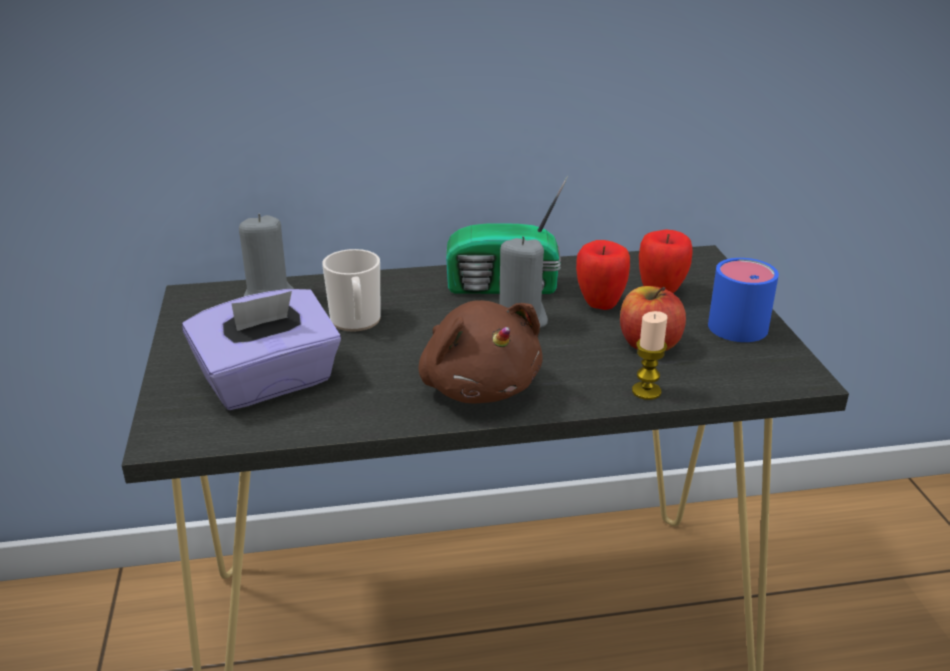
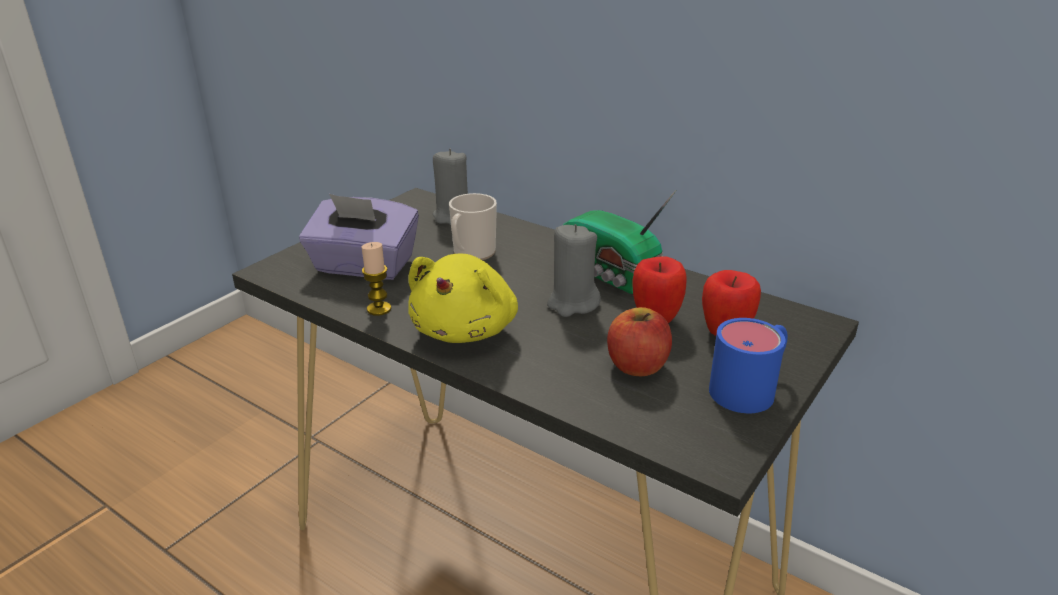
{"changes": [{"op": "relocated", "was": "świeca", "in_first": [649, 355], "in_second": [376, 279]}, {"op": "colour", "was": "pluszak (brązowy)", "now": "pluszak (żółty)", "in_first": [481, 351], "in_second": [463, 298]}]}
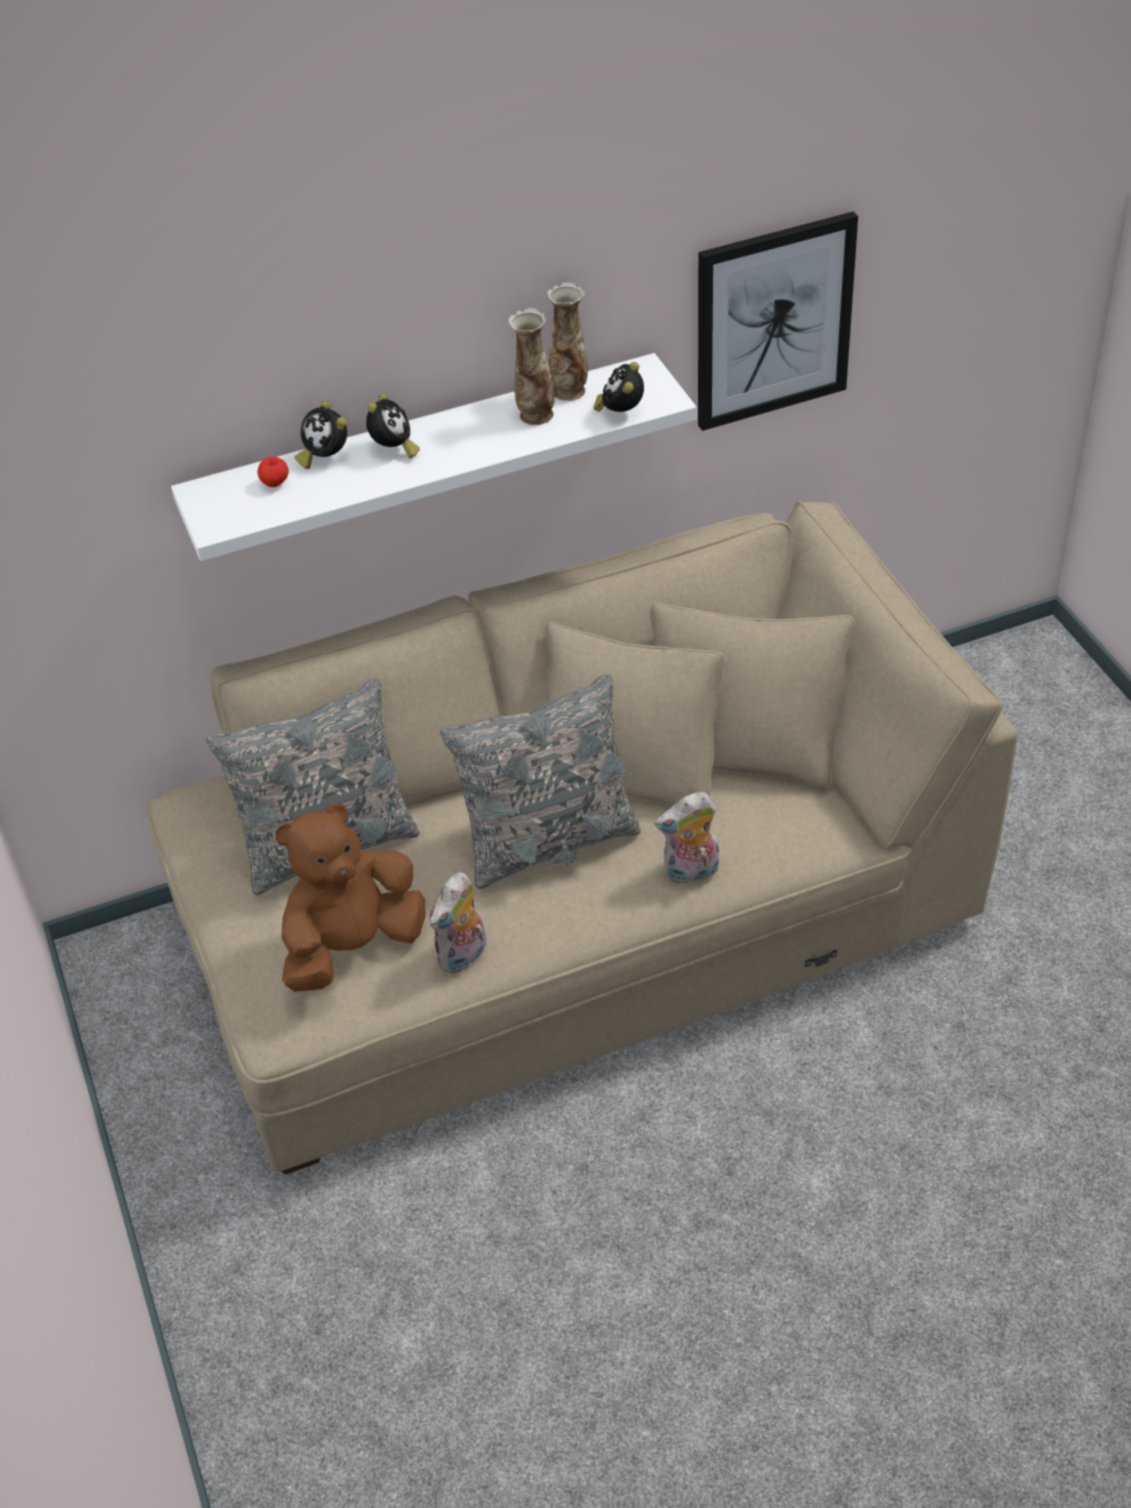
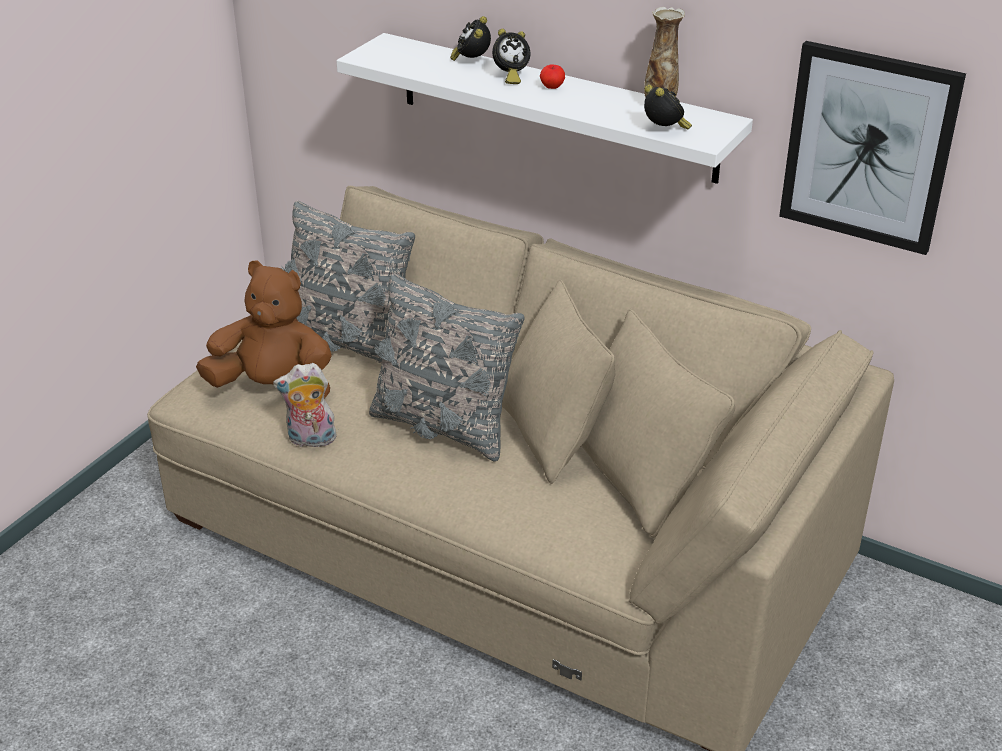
{"changes": [{"op": "missing", "was": "wazon", "in_first": [531, 366]}, {"op": "missing", "was": "pluszak", "in_first": [687, 838]}, {"op": "relocated", "was": "jabłko", "in_first": [273, 472], "in_second": [552, 76]}, {"op": "spun", "was": "budzik", "in_first": [619, 387], "in_second": [668, 107], "clockwise": 90}]}
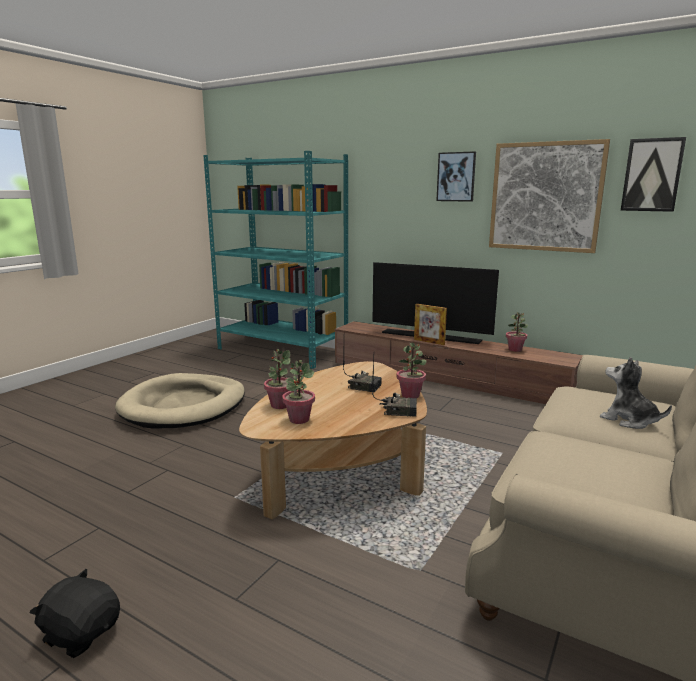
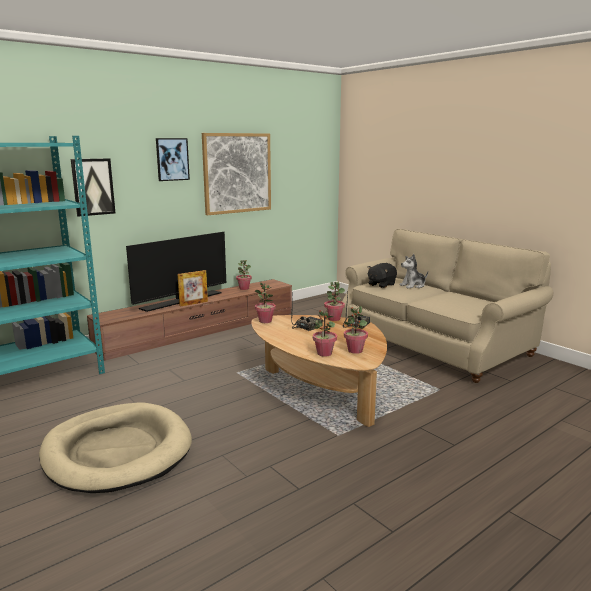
{"changes": [{"op": "appeared", "now": "roślina doniczkowa", "in_second": [265, 303]}, {"op": "relocated", "was": "pluszak (czarny)", "in_first": [75, 613], "in_second": [382, 275]}, {"op": "relocated", "was": "obraz", "in_first": [653, 174], "in_second": [93, 187]}]}
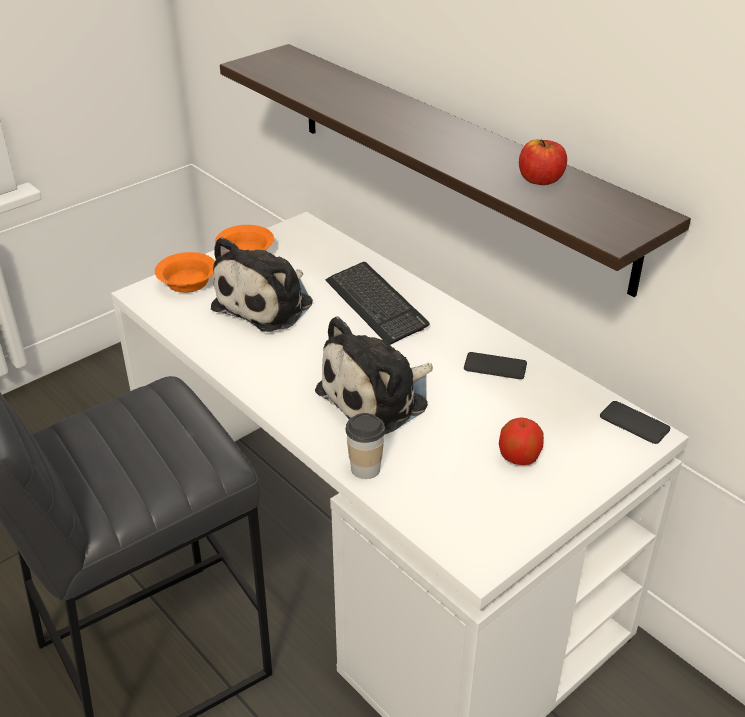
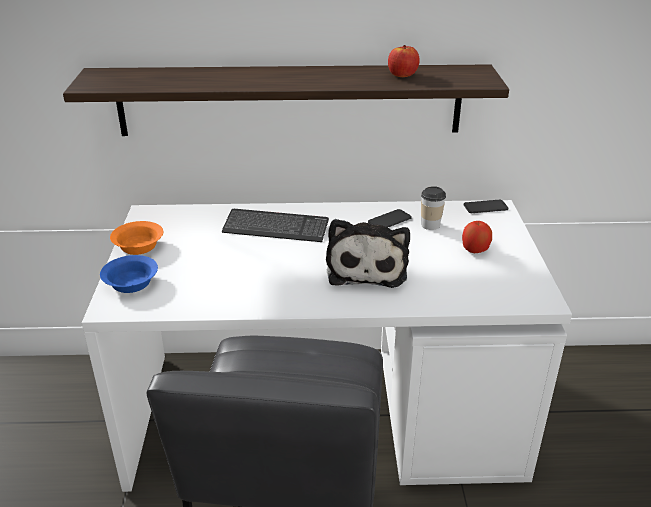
{"changes": [{"op": "missing", "was": "pluszak", "in_first": [262, 284]}, {"op": "relocated", "was": "filiżanka", "in_first": [365, 446], "in_second": [433, 208]}, {"op": "colour", "was": "miska (pomarańczowy)", "now": "miska (niebieski)", "in_first": [185, 272], "in_second": [129, 274]}]}
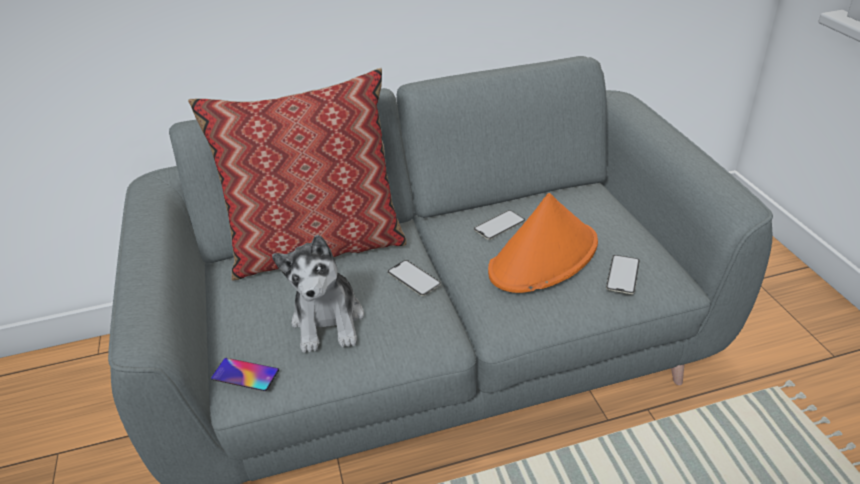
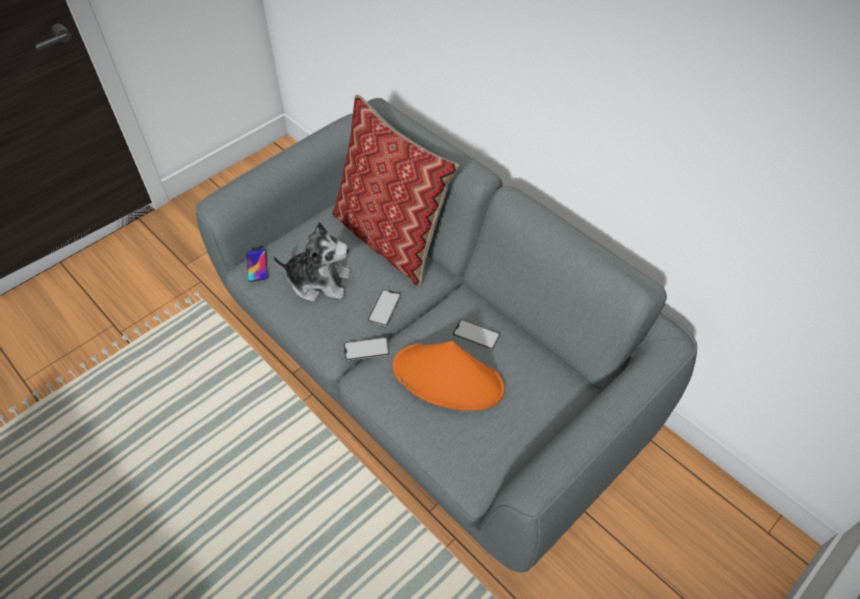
{"changes": [{"op": "relocated", "was": "telefon", "in_first": [623, 274], "in_second": [366, 349]}, {"op": "spun", "was": "pluszak", "in_first": [318, 294], "in_second": [311, 262], "clockwise": -135}]}
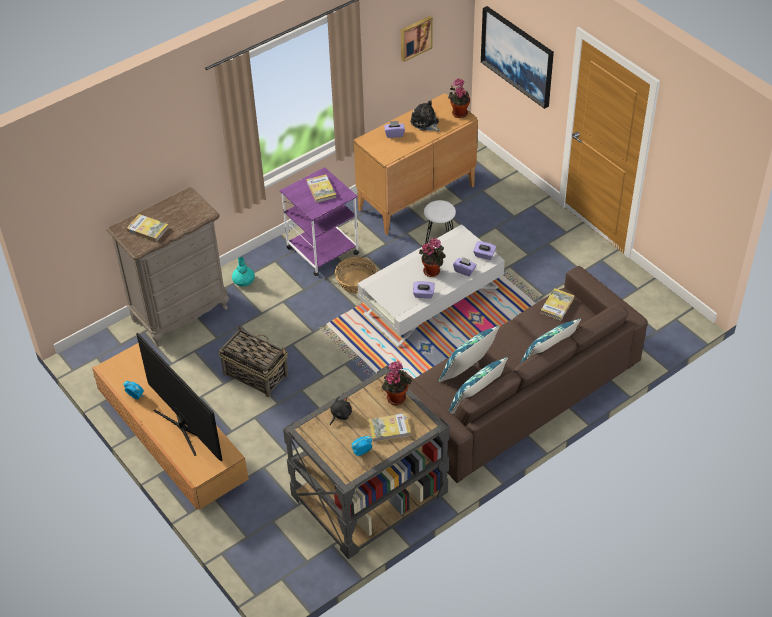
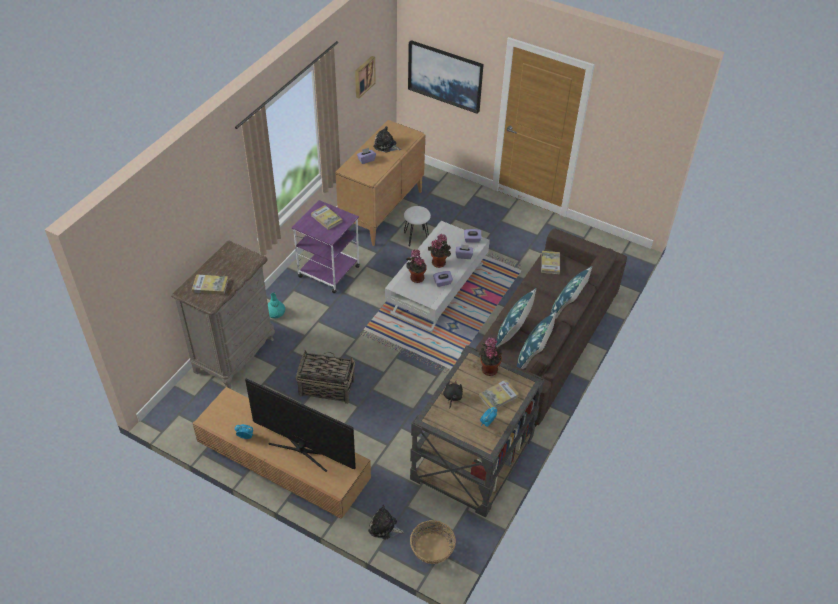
{"changes": [{"op": "appeared", "now": "pluszak", "in_second": [386, 522]}, {"op": "relocated", "was": "koszyk", "in_first": [356, 275], "in_second": [433, 542]}, {"op": "relocated", "was": "roślina doniczkowa", "in_first": [459, 98], "in_second": [416, 266]}]}
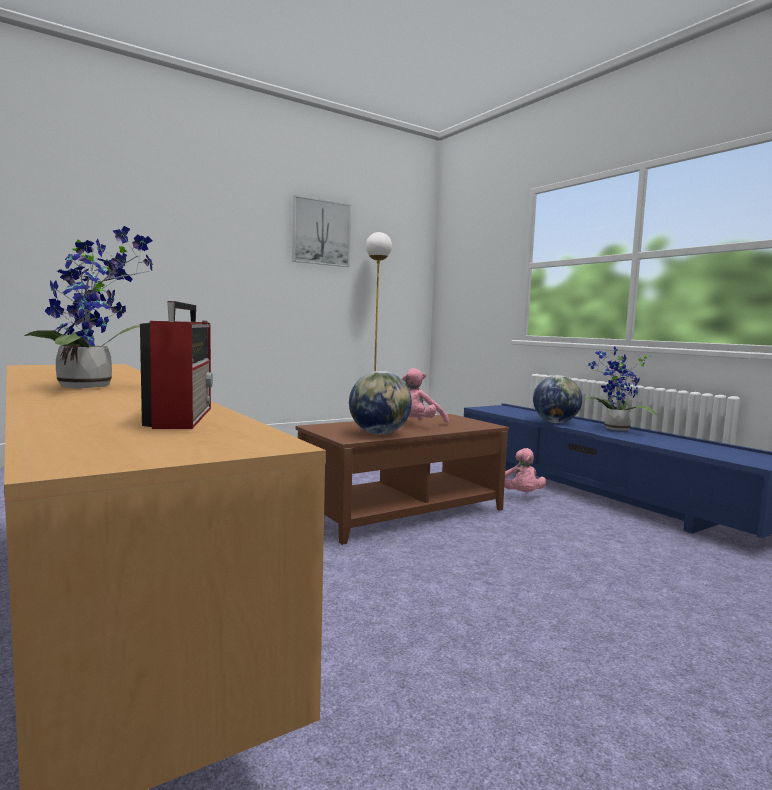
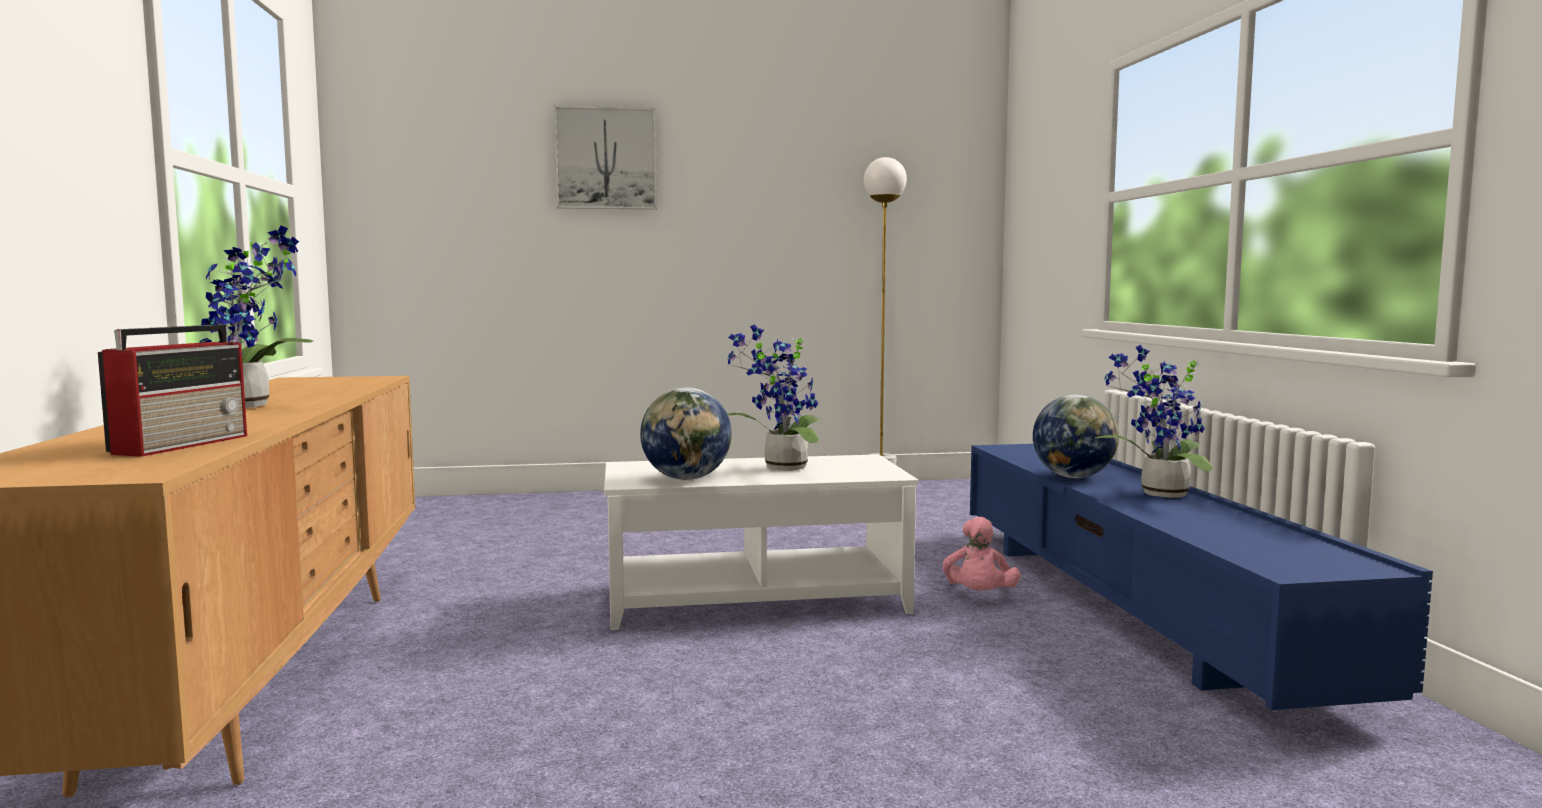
{"changes": [{"op": "relocated", "was": "obraz", "in_first": [321, 231], "in_second": [605, 157]}, {"op": "exchanged", "was": "pluszak (różowy)", "now": "roślina doniczkowa", "in_first": [425, 395], "in_second": [773, 397]}, {"op": "colour", "was": "ława (brązowy)", "now": "ława (biały)", "in_first": [402, 479], "in_second": [761, 542]}]}
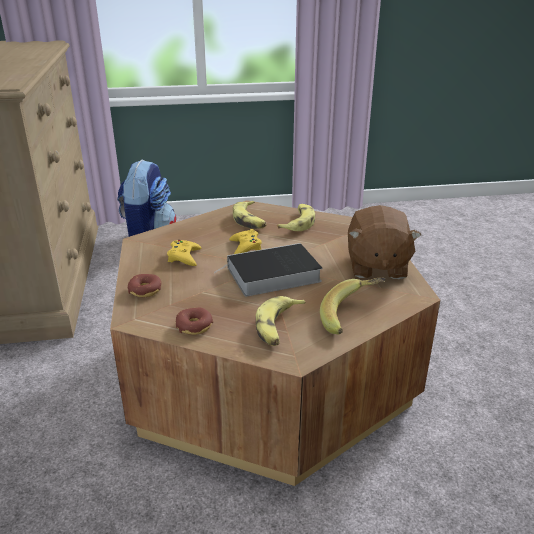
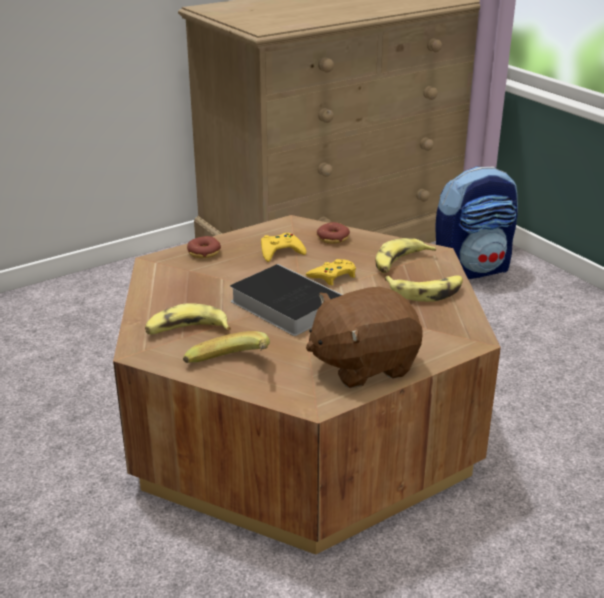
{"changes": [{"op": "relocated", "was": "donut", "in_first": [194, 321], "in_second": [333, 233]}]}
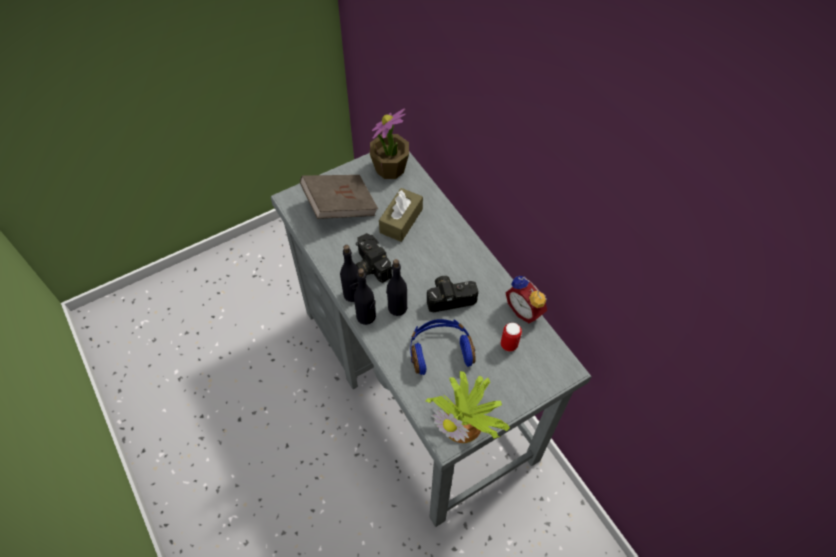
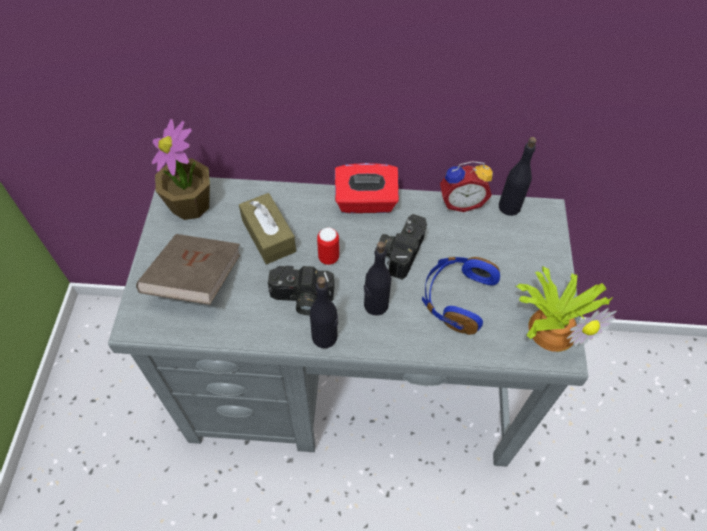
{"changes": [{"op": "appeared", "now": "pudełko chusteczek (czerwony)", "in_second": [367, 188]}, {"op": "relocated", "was": "butelka (czarny)", "in_first": [365, 296], "in_second": [518, 176]}, {"op": "relocated", "was": "puszka", "in_first": [511, 337], "in_second": [328, 246]}]}
